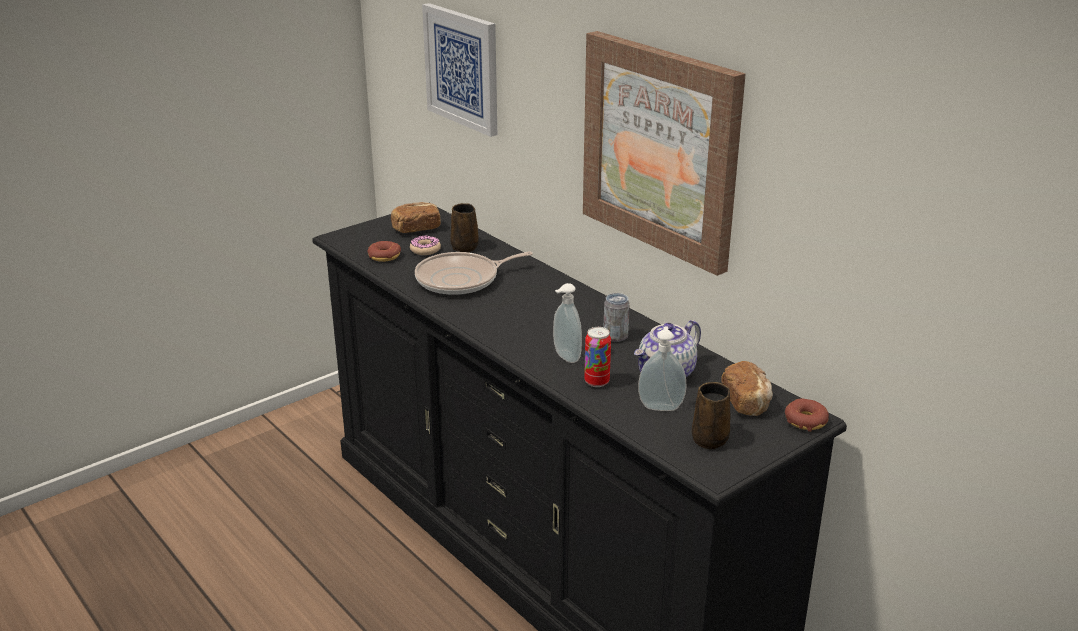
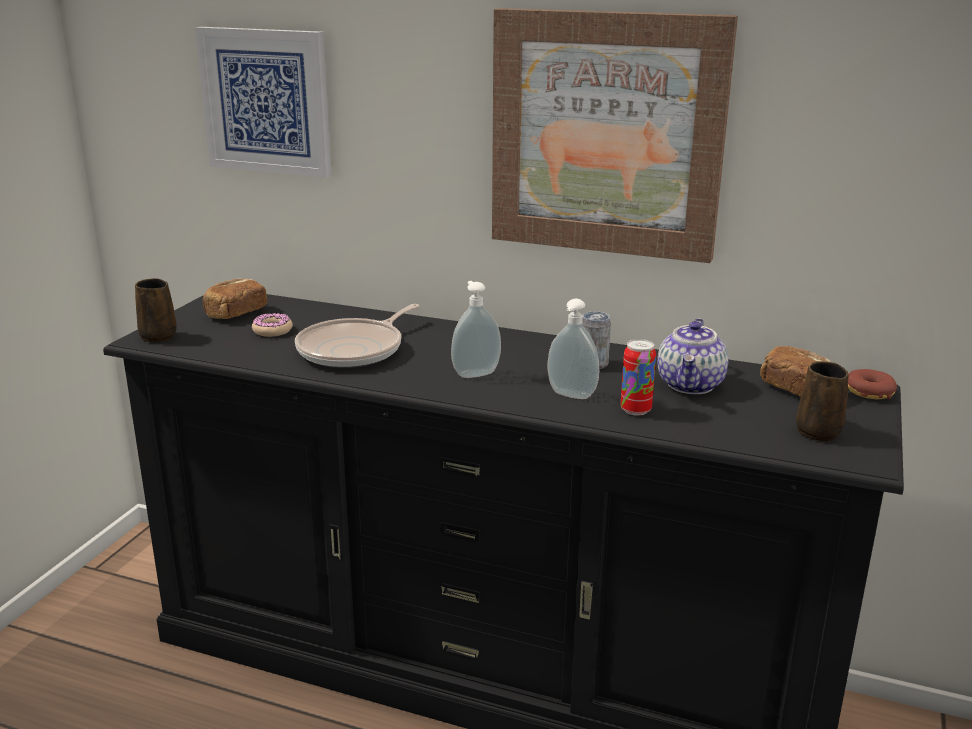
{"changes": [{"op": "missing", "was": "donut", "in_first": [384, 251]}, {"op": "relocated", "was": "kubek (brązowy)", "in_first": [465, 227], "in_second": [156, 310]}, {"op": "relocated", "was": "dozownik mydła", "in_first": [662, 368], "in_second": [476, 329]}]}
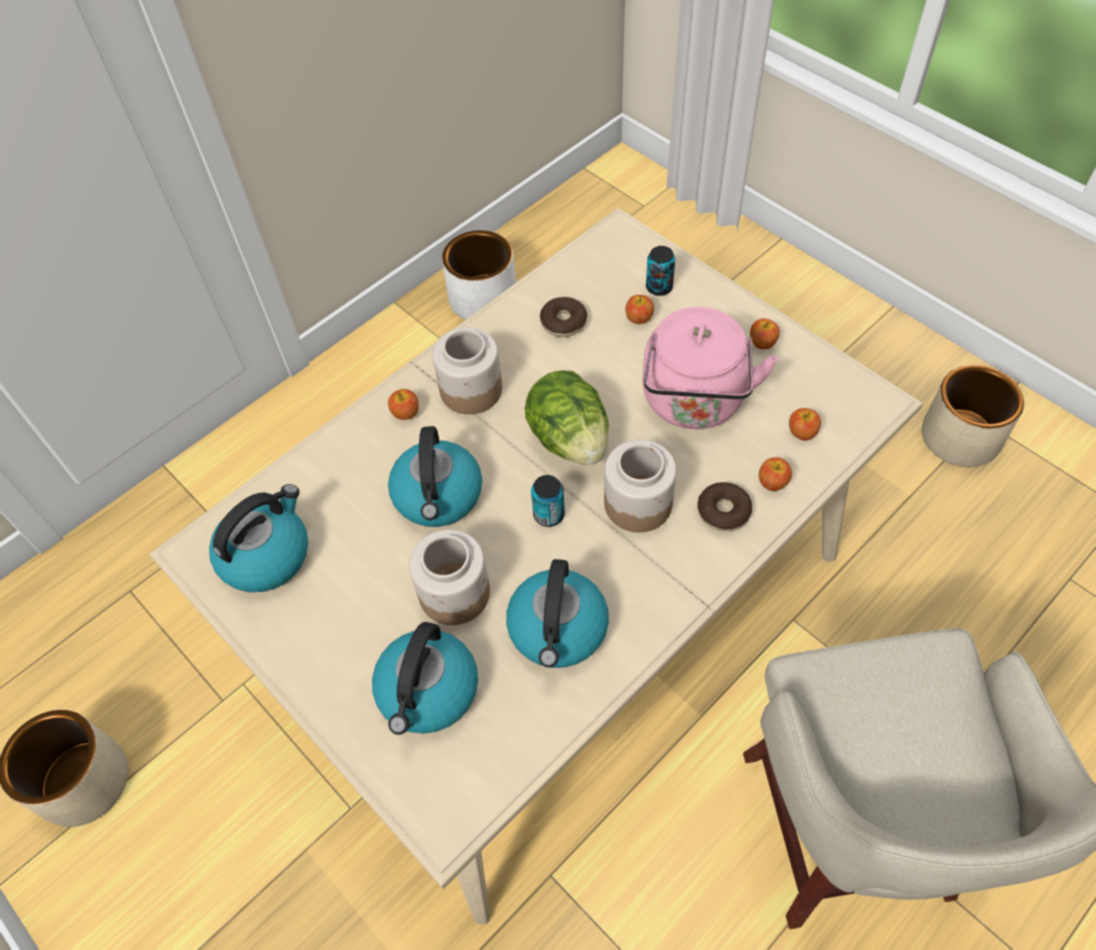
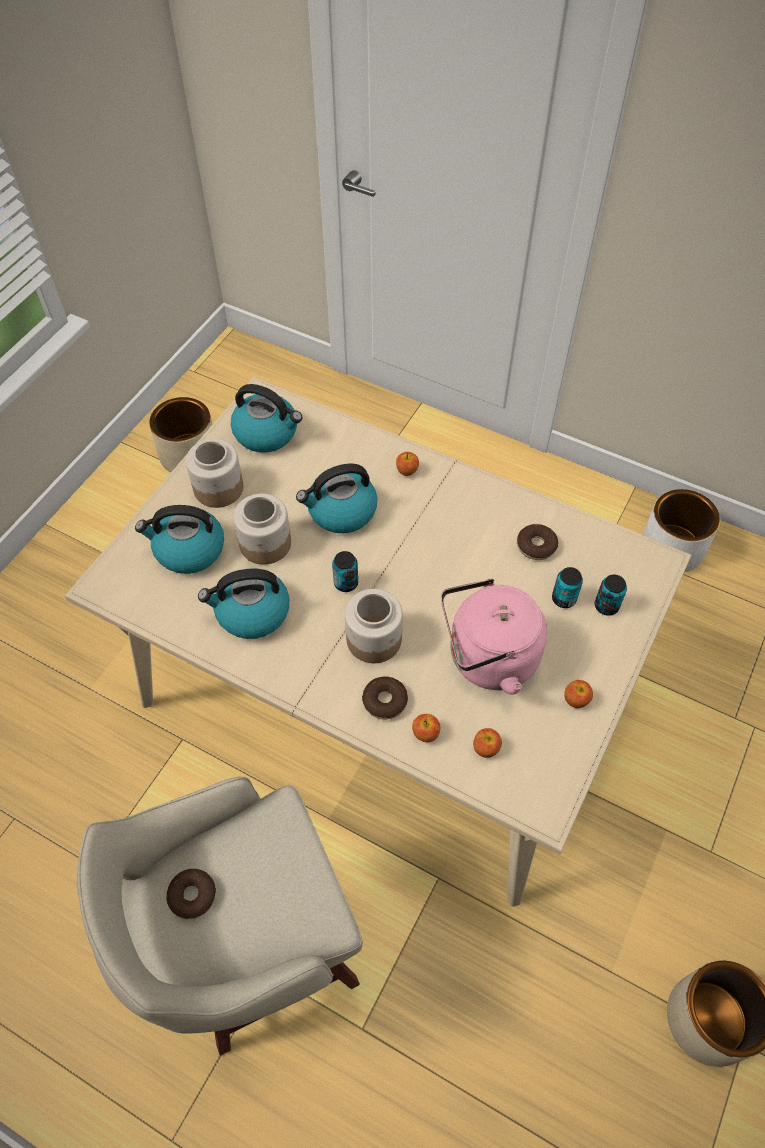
{"changes": [{"op": "missing", "was": "sałata", "in_first": [567, 418]}, {"op": "appeared", "now": "donut", "in_second": [191, 894]}, {"op": "relocated", "was": "słoik", "in_first": [467, 370], "in_second": [214, 473]}, {"op": "exchanged", "was": "jabłko", "now": "puszka", "in_first": [639, 309], "in_second": [567, 587]}]}
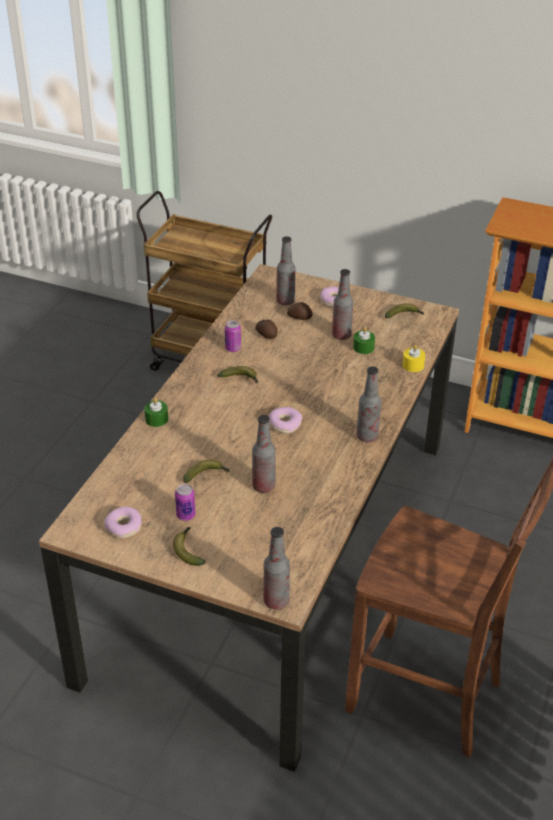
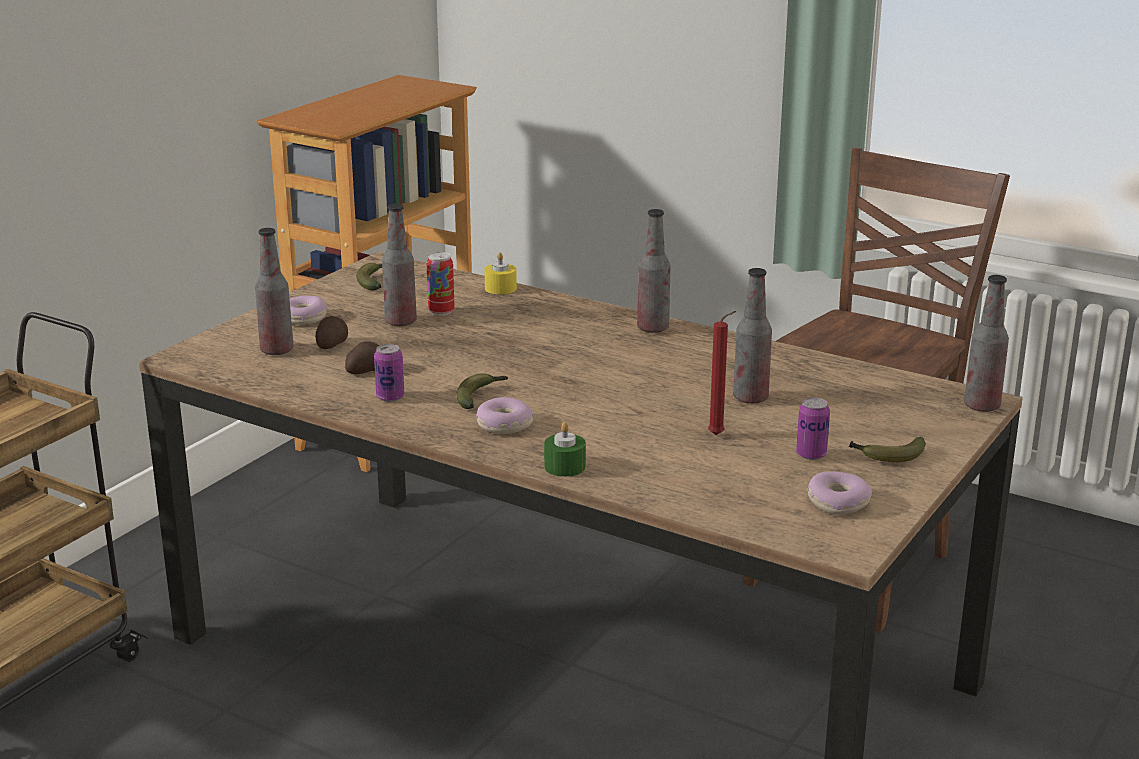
{"changes": [{"op": "relocated", "was": "donut", "in_first": [285, 420], "in_second": [505, 415]}, {"op": "exchanged", "was": "banan", "now": "świeca (czerwony)", "in_first": [206, 471], "in_second": [722, 373]}, {"op": "exchanged", "was": "świeca (zielony)", "now": "puszka", "in_first": [364, 340], "in_second": [441, 284]}]}
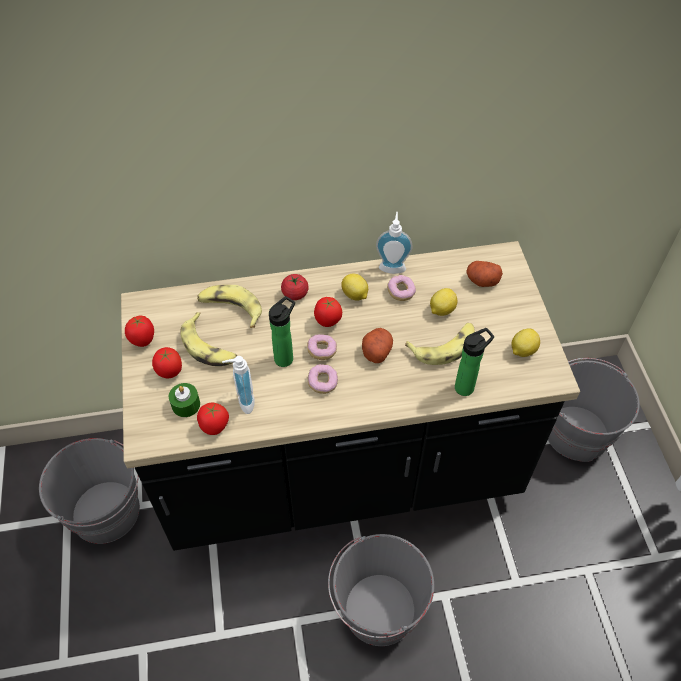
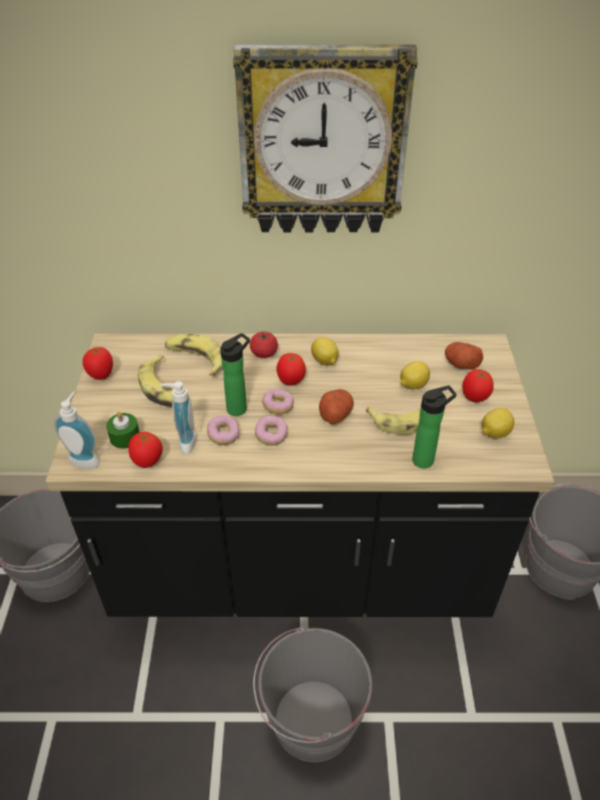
{"changes": [{"op": "appeared", "now": "zegar ścienny", "in_second": [325, 138]}, {"op": "relocated", "was": "pomidor", "in_first": [167, 362], "in_second": [478, 385]}, {"op": "relocated", "was": "dozownik mydła", "in_first": [394, 243], "in_second": [77, 430]}, {"op": "relocated", "was": "donut", "in_first": [401, 288], "in_second": [223, 430]}]}
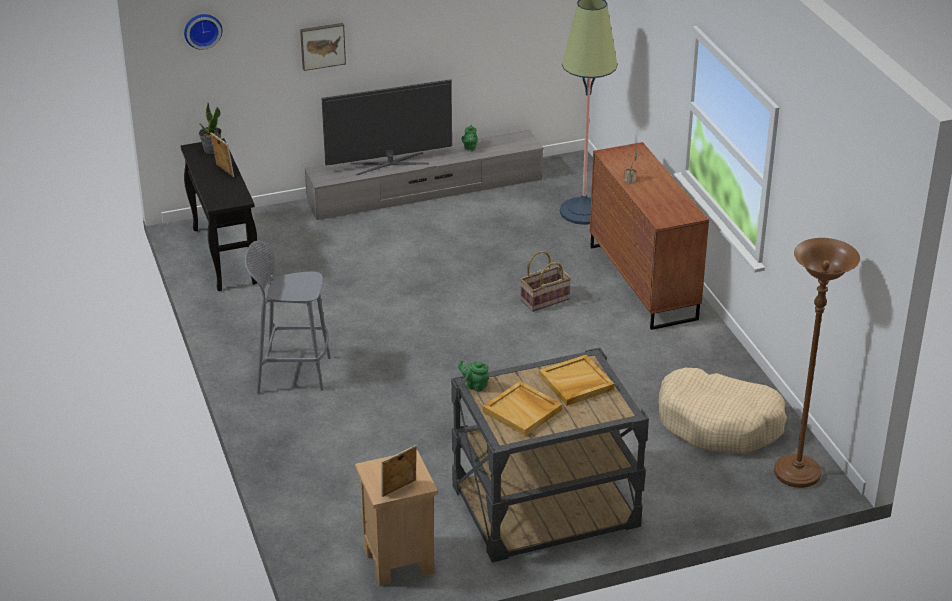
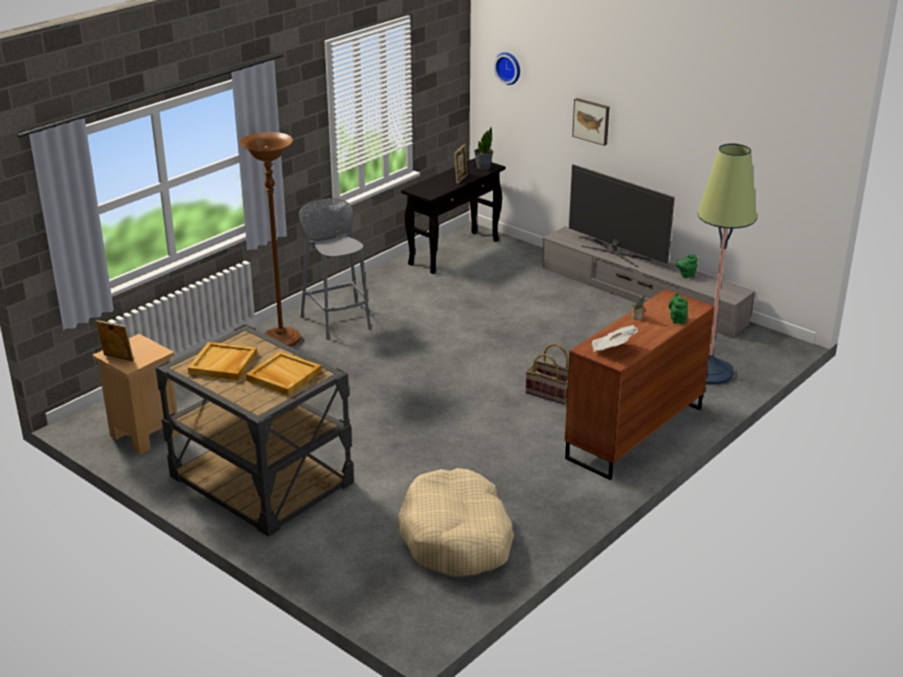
{"changes": [{"op": "appeared", "now": "gazeta", "in_second": [615, 338]}, {"op": "relocated", "was": "imbryk (zielony)", "in_first": [473, 375], "in_second": [678, 308]}, {"op": "relocated", "was": "lampa stojąca (brązowy)", "in_first": [817, 363], "in_second": [270, 239]}]}
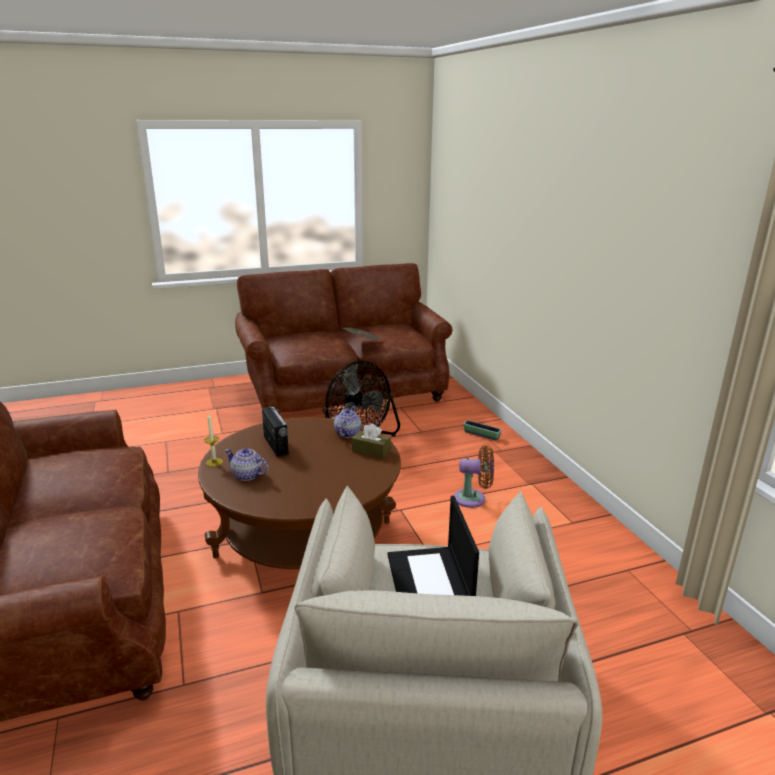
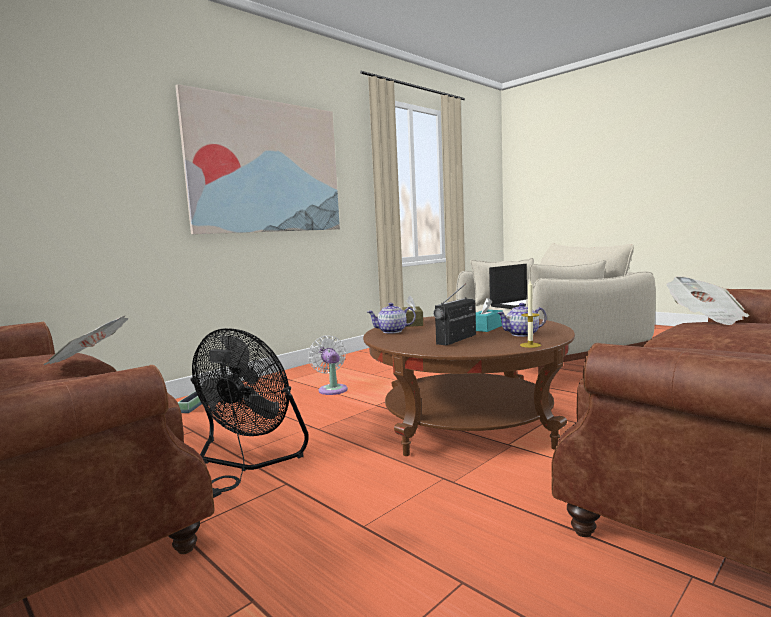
{"changes": [{"op": "appeared", "now": "obraz", "in_second": [257, 159]}, {"op": "appeared", "now": "pudełko chusteczek (turkusowy)", "in_second": [489, 314]}, {"op": "appeared", "now": "gazeta", "in_second": [707, 300]}, {"op": "colour", "was": "wentylator (brązowy)", "now": "wentylator (biały)", "in_first": [474, 477], "in_second": [328, 365]}, {"op": "spun", "was": "imbryk", "in_first": [246, 464], "in_second": [522, 320], "clockwise": 75}]}
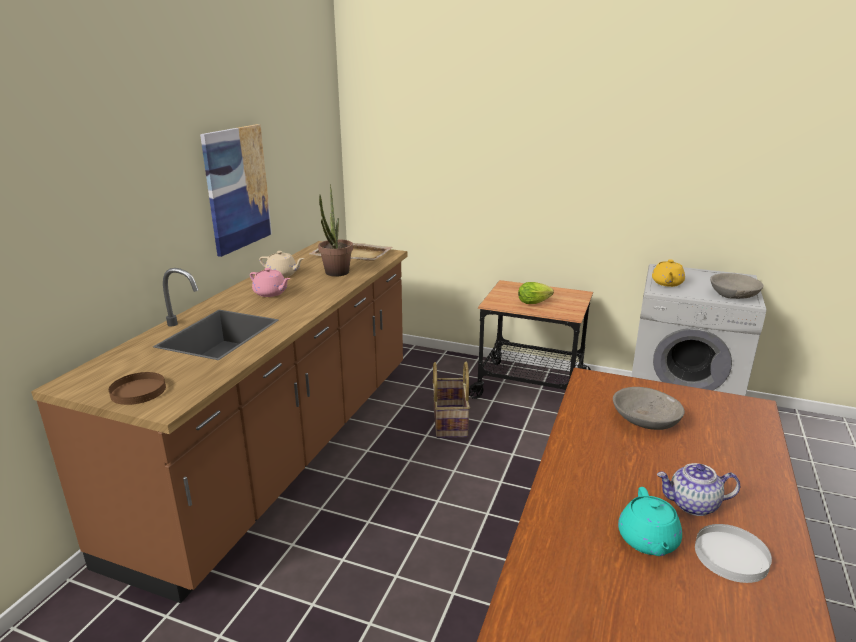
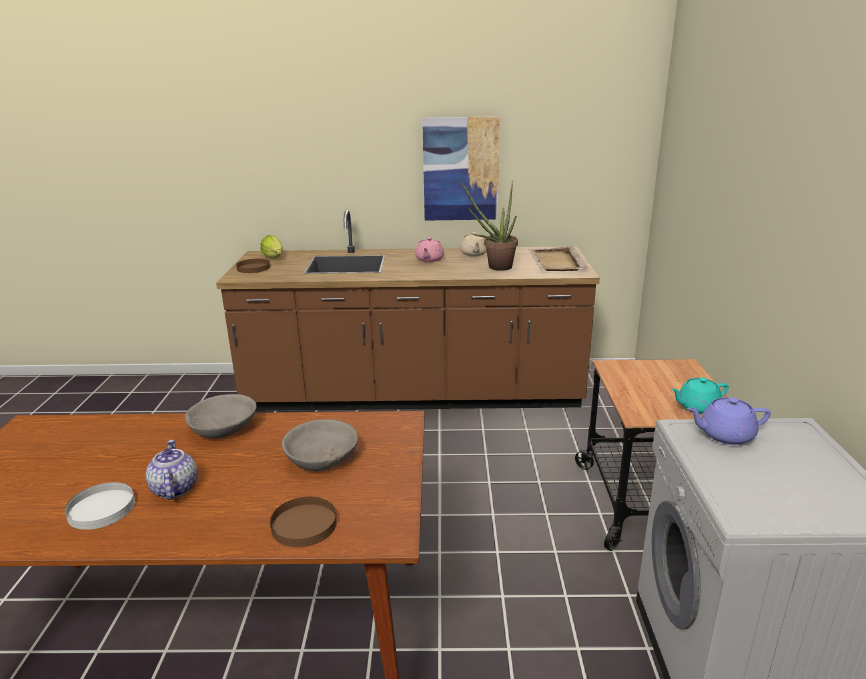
{"changes": [{"op": "missing", "was": "koszyk", "in_first": [451, 400]}, {"op": "appeared", "now": "talerz (brązowy)", "in_second": [303, 522]}, {"op": "relocated", "was": "sałata", "in_first": [536, 293], "in_second": [272, 246]}, {"op": "relocated", "was": "imbryk (turkusowy)", "in_first": [650, 521], "in_second": [700, 395]}, {"op": "relocated", "was": "miska (szary)", "in_first": [737, 286], "in_second": [220, 416]}, {"op": "colour", "was": "imbryk (żółty)", "now": "imbryk (fioletowy)", "in_first": [668, 273], "in_second": [729, 421]}]}
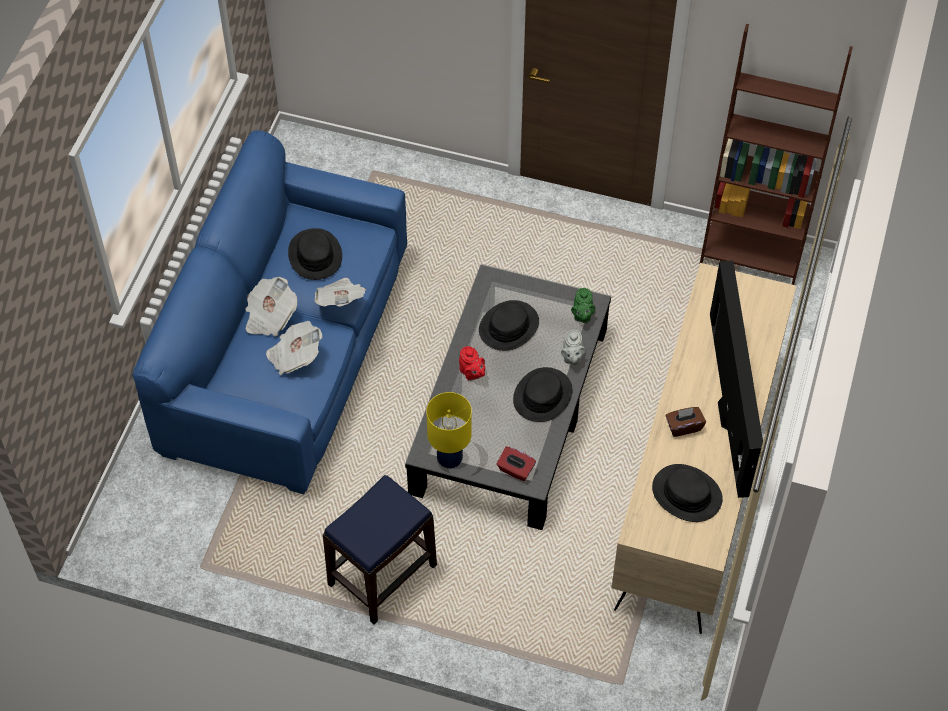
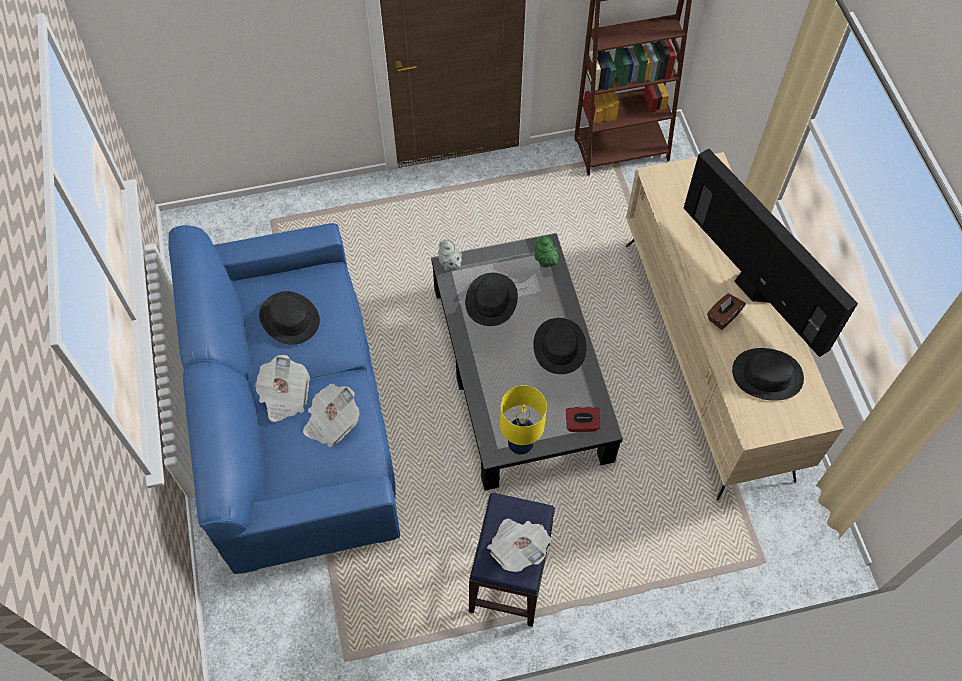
{"changes": [{"op": "missing", "was": "imbryk (czerwony)", "in_first": [472, 363]}, {"op": "relocated", "was": "gazeta", "in_first": [340, 292], "in_second": [519, 545]}, {"op": "relocated", "was": "imbryk (szary)", "in_first": [573, 347], "in_second": [450, 255]}]}
